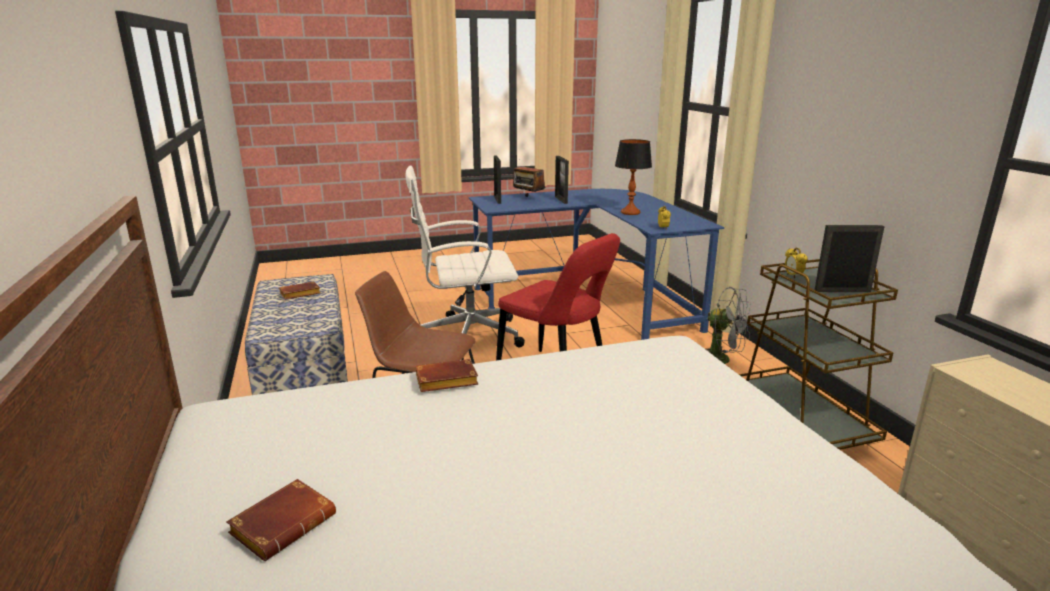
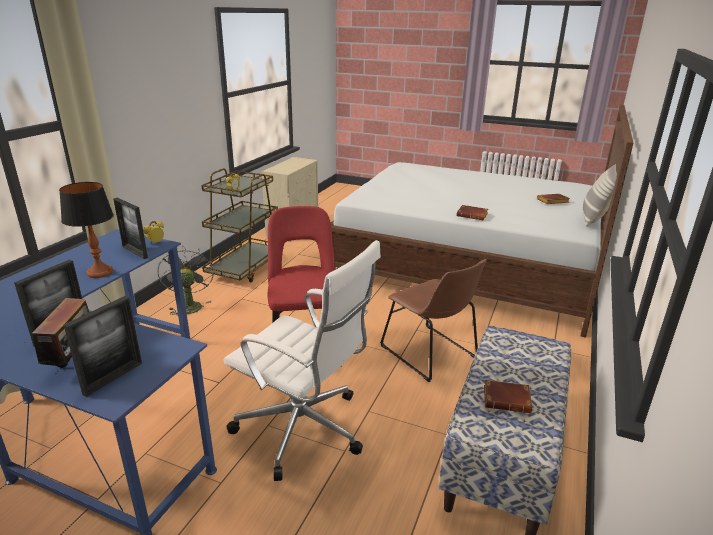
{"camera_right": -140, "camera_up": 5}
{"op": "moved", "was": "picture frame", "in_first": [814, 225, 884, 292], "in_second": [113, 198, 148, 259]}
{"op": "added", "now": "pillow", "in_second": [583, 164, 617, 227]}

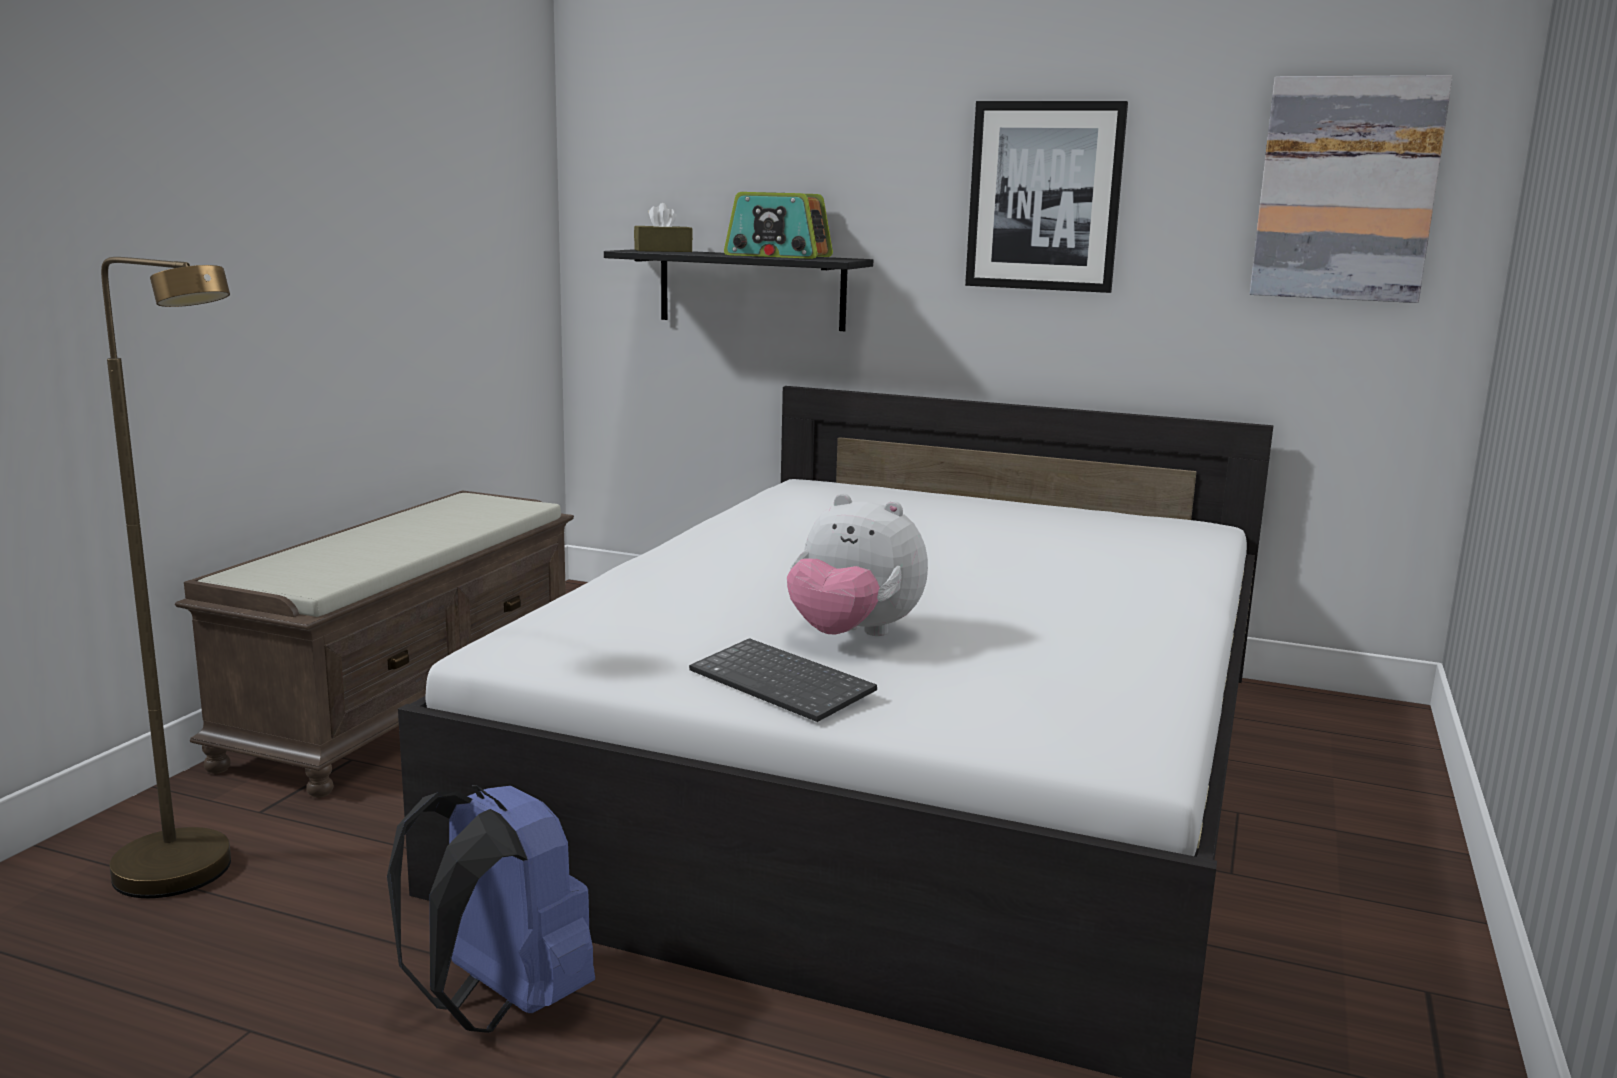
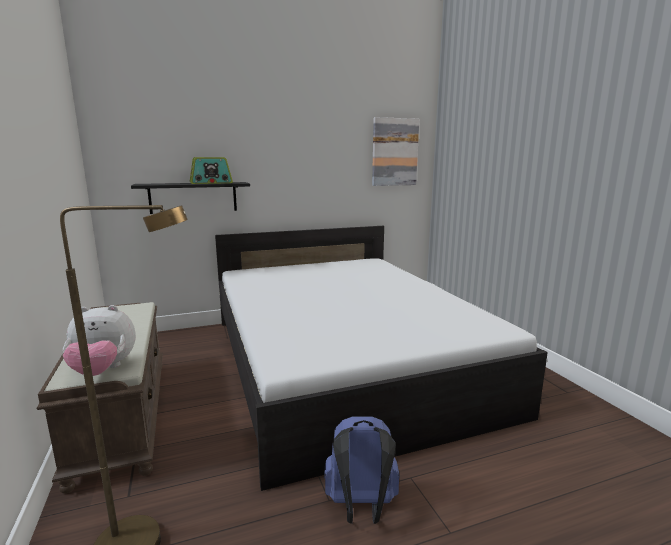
{"camera_right": -40, "camera_up": 0}
{"op": "moved", "was": "plush toy", "in_first": [787, 493, 928, 636], "in_second": [63, 305, 136, 376]}
{"op": "removed", "was": "brown tissue box", "in_first": [634, 203, 693, 252]}
{"op": "removed", "was": "keyboard", "in_first": [689, 638, 877, 722]}
{"op": "removed", "was": "picture", "in_first": [965, 101, 1128, 293]}

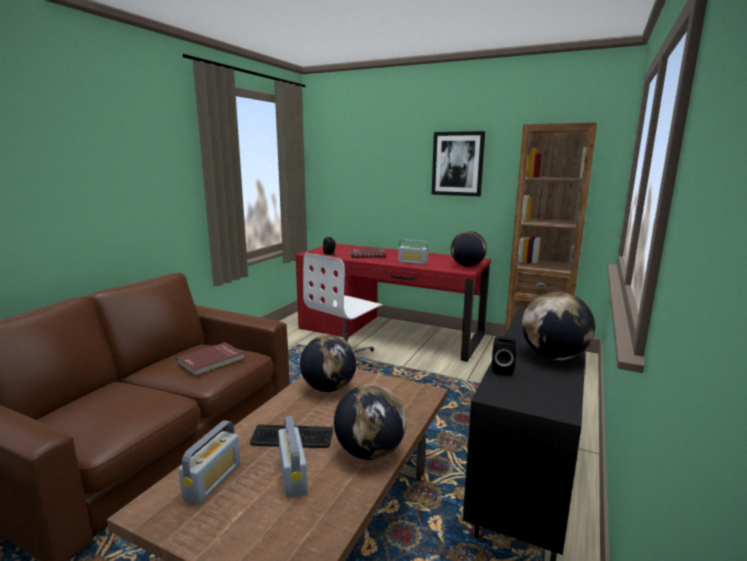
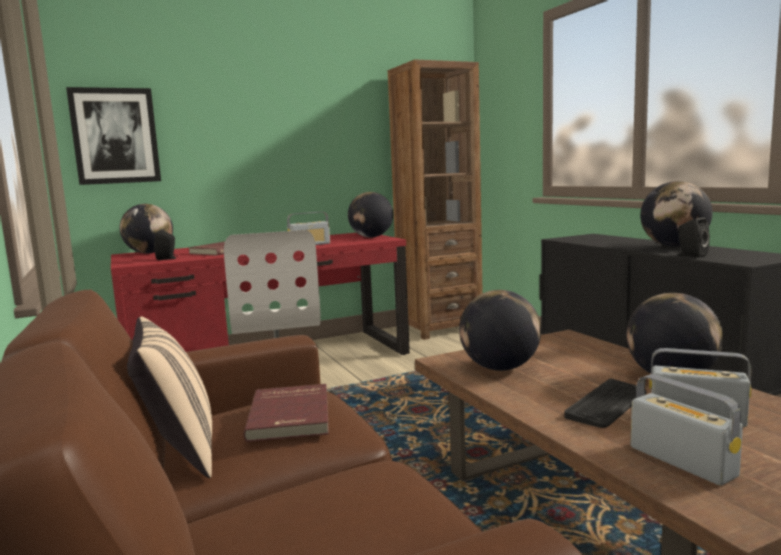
{"camera_right": -50, "camera_up": -5}
{"op": "moved", "was": "picture", "in_first": [432, 131, 485, 197], "in_second": [66, 87, 161, 185]}
{"op": "added", "now": "globe", "in_second": [119, 204, 173, 253]}
{"op": "added", "now": "beige pillow", "in_second": [127, 317, 212, 478]}

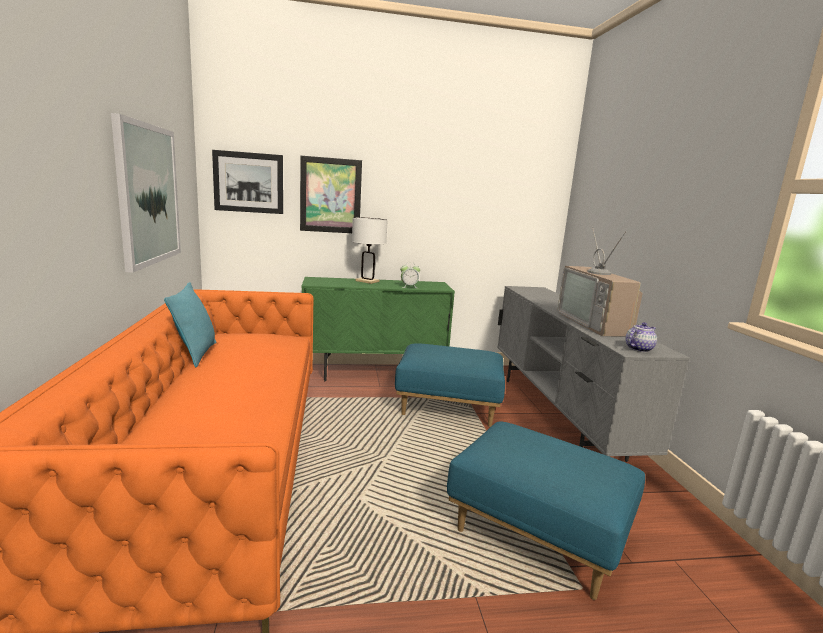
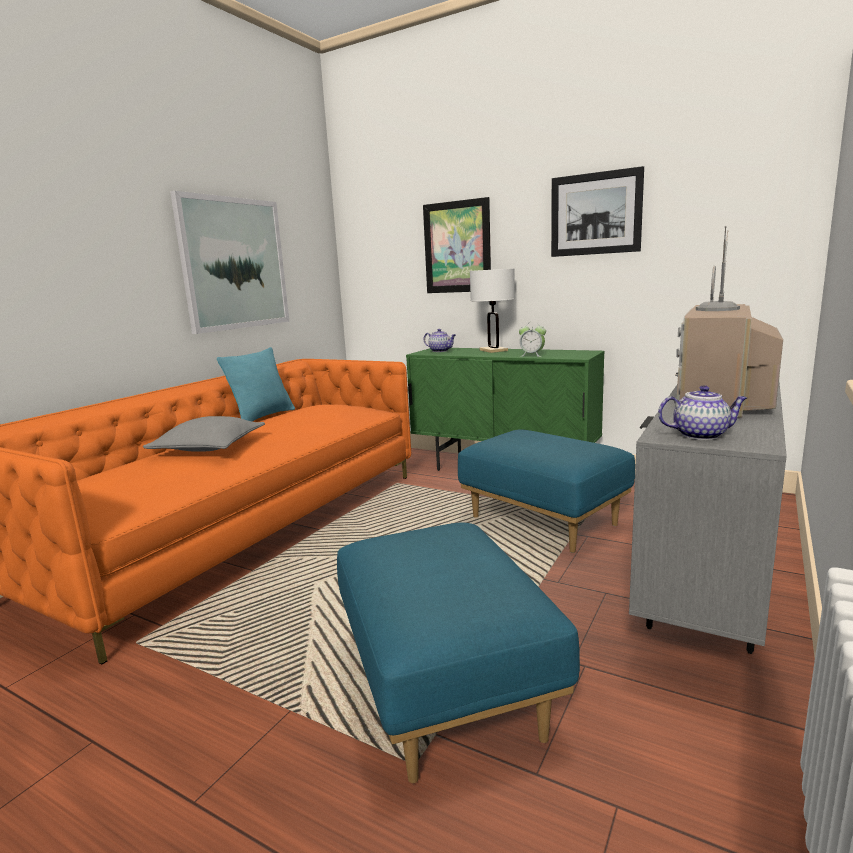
{"camera_right": 40, "camera_up": 0}
{"op": "added", "now": "grey pillow", "in_second": [143, 416, 265, 452]}
{"op": "added", "now": "teapot", "in_second": [423, 329, 456, 352]}
{"op": "moved", "was": "picture", "in_first": [212, 150, 283, 214], "in_second": [551, 166, 644, 257]}

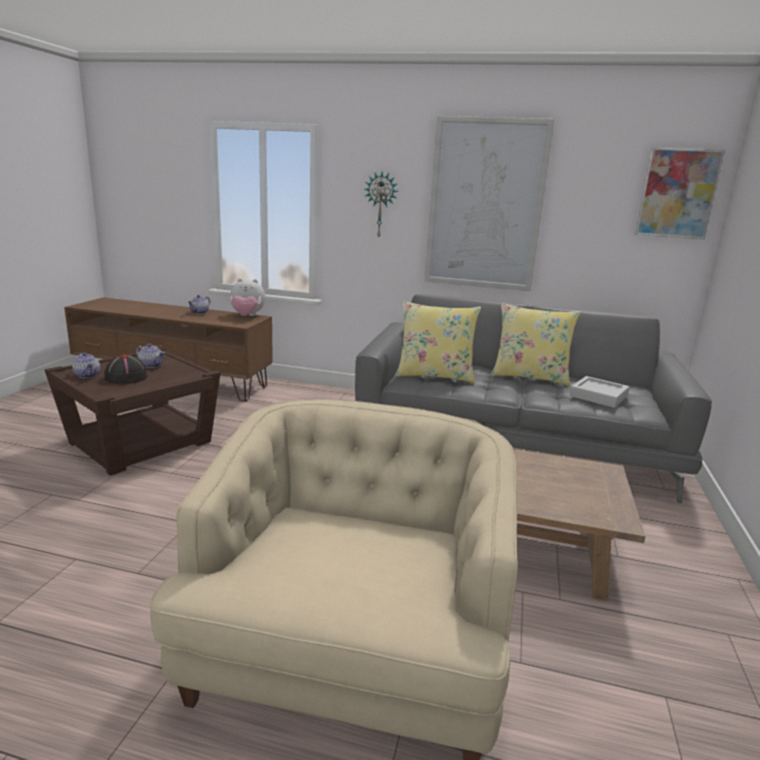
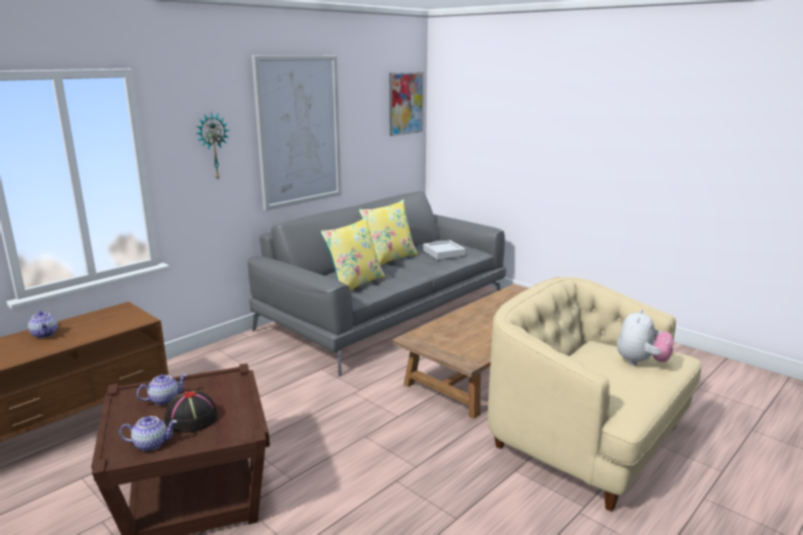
{"camera_right": -60, "camera_up": 0}
{"op": "moved", "was": "plush toy", "in_first": [230, 279, 265, 316], "in_second": [617, 309, 674, 365]}

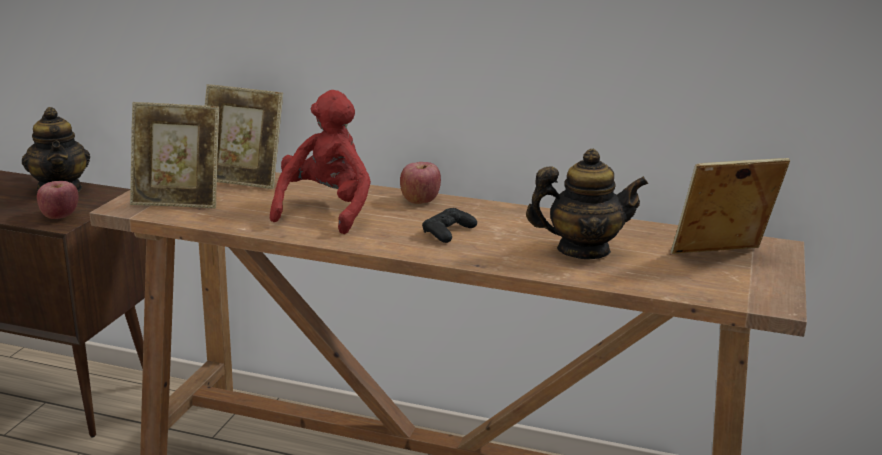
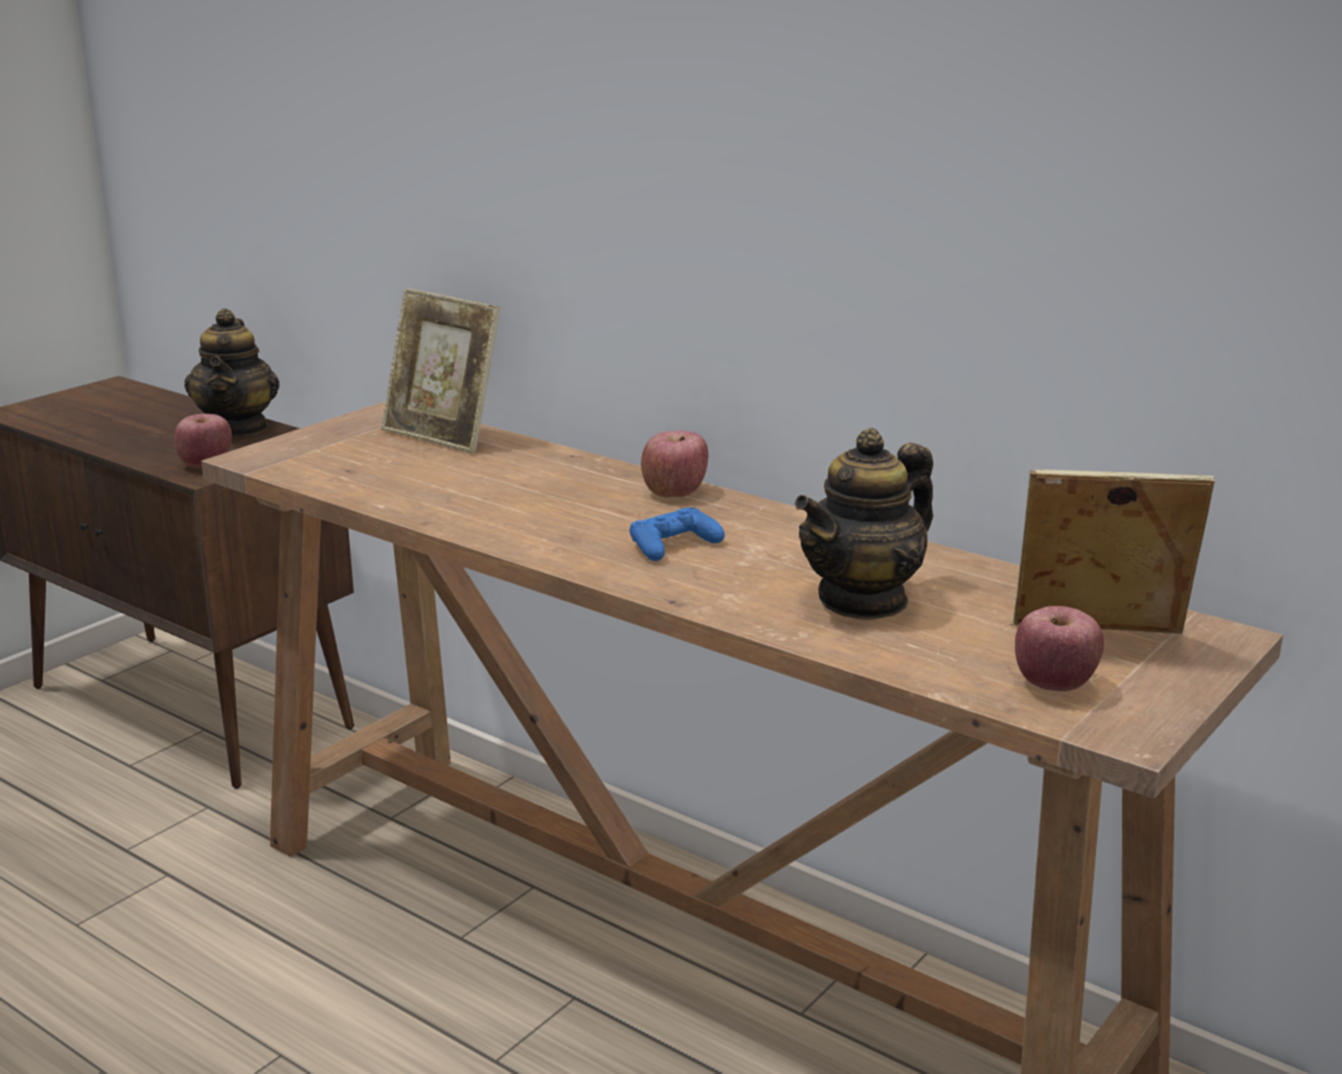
{"camera_right": 20, "camera_up": 0}
{"op": "recoloured", "was": "black game controller", "now": "blue game controller", "in_first": [422, 208, 477, 243], "in_second": [629, 507, 725, 561]}
{"op": "turned", "was": "teapot", "in_first": [526, 149, 648, 259], "in_second": [794, 428, 933, 620], "clockwise": 120}
{"op": "added", "now": "apple", "in_second": [1015, 606, 1104, 691]}
{"op": "removed", "was": "picture frame", "in_first": [130, 102, 219, 209]}
{"op": "removed", "was": "red plush toy", "in_first": [270, 90, 371, 234]}

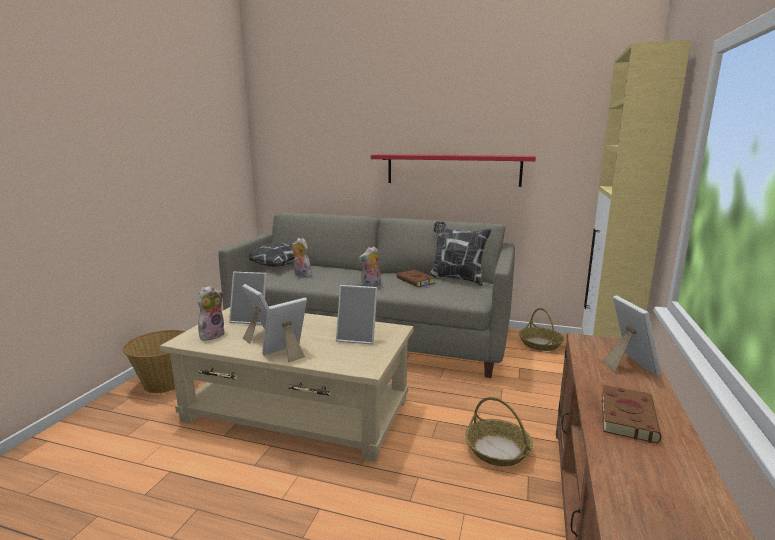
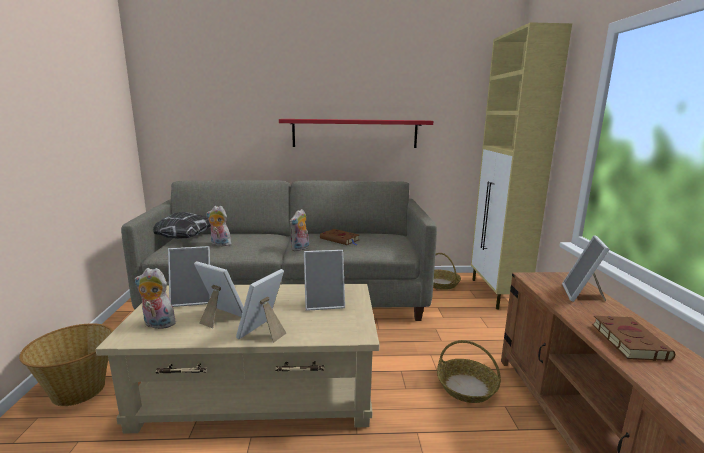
{"camera_right": -20, "camera_up": 0}
{"op": "turned", "was": "plush toy", "in_first": [198, 285, 225, 341], "in_second": [135, 268, 176, 329], "clockwise": -90}
{"op": "turned", "was": "picture frame", "in_first": [602, 295, 661, 377], "in_second": [562, 235, 610, 302], "clockwise": -135}
{"op": "removed", "was": "pillow", "in_first": [430, 221, 491, 286]}

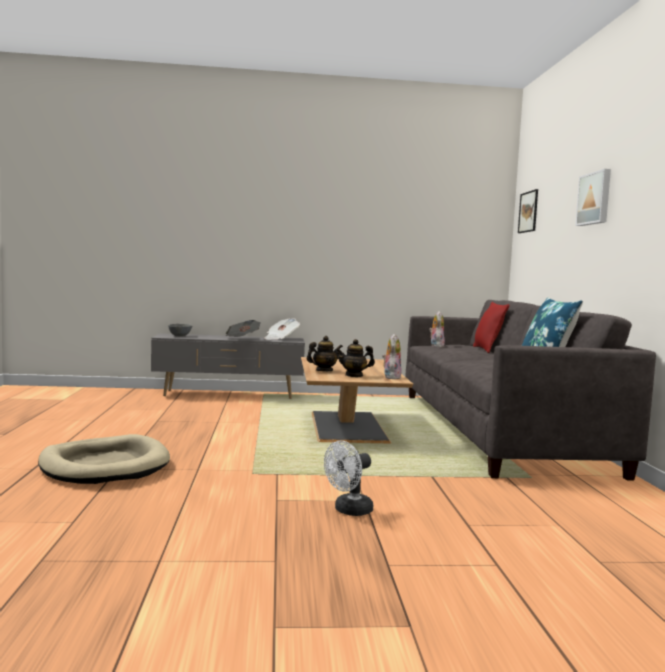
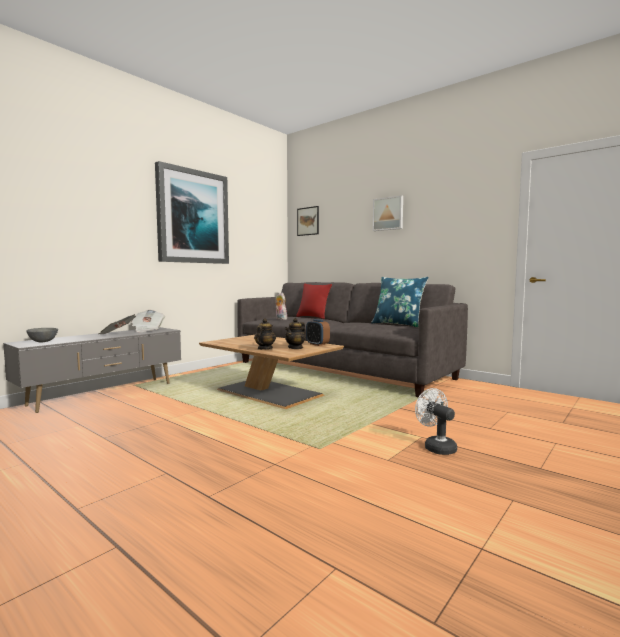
{"camera_right": -45, "camera_up": 0}
{"op": "added", "now": "picture", "in_second": [155, 161, 229, 264]}
{"op": "replaced", "was": "plush toy", "now": "alarm clock", "in_first": [382, 334, 401, 379], "in_second": [306, 319, 330, 346]}
{"op": "turned", "was": "white fan", "in_first": [324, 440, 373, 516], "in_second": [415, 388, 457, 455], "clockwise": 150}
{"op": "removed", "was": "beige dog bed", "in_first": [38, 434, 170, 484]}

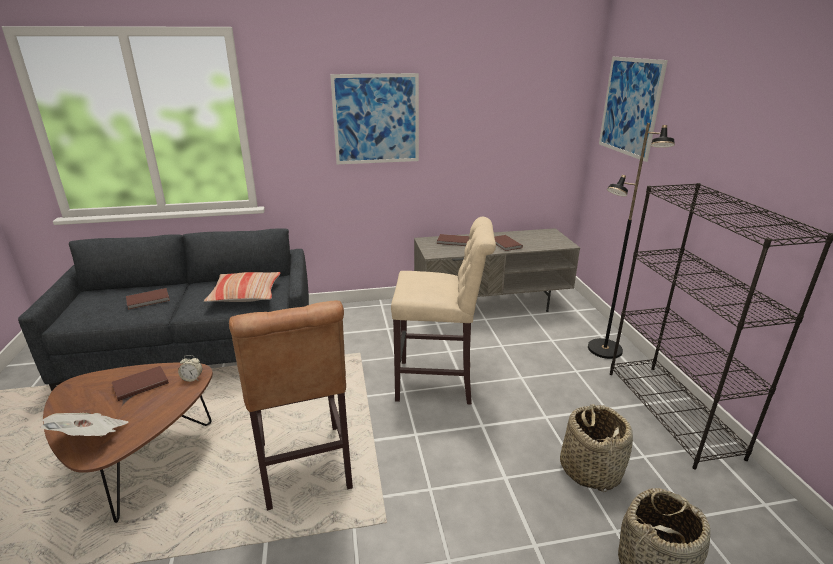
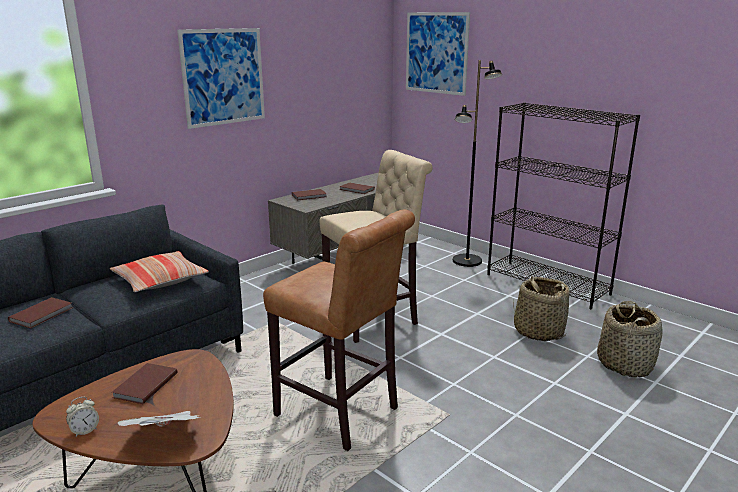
{"camera_right": -35, "camera_up": -5}
{"op": "moved", "was": "alarm clock", "in_first": [178, 355, 202, 382], "in_second": [66, 397, 99, 437]}

